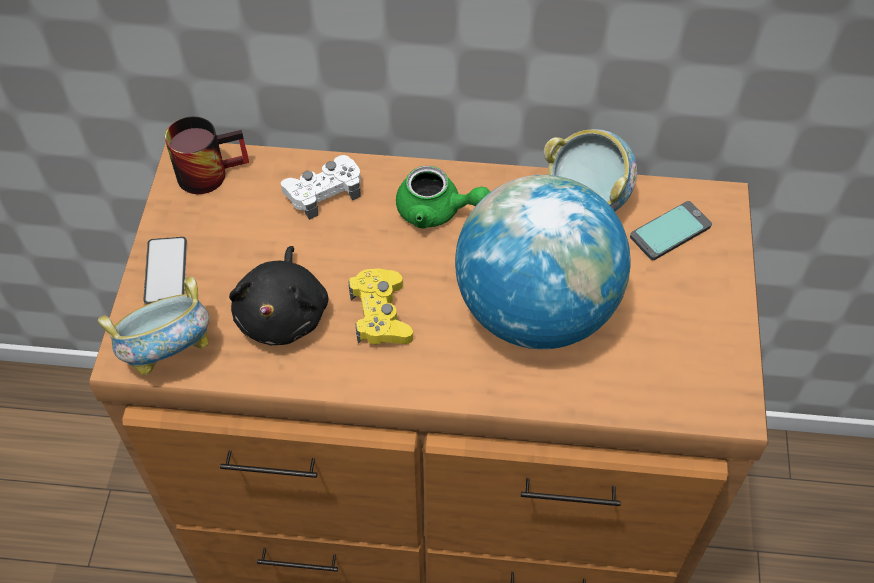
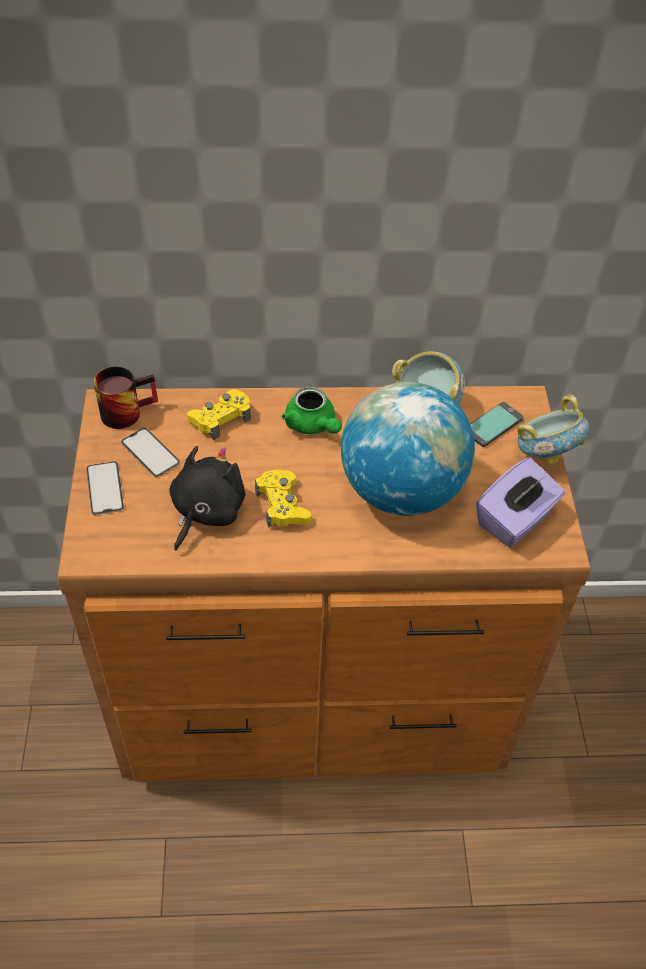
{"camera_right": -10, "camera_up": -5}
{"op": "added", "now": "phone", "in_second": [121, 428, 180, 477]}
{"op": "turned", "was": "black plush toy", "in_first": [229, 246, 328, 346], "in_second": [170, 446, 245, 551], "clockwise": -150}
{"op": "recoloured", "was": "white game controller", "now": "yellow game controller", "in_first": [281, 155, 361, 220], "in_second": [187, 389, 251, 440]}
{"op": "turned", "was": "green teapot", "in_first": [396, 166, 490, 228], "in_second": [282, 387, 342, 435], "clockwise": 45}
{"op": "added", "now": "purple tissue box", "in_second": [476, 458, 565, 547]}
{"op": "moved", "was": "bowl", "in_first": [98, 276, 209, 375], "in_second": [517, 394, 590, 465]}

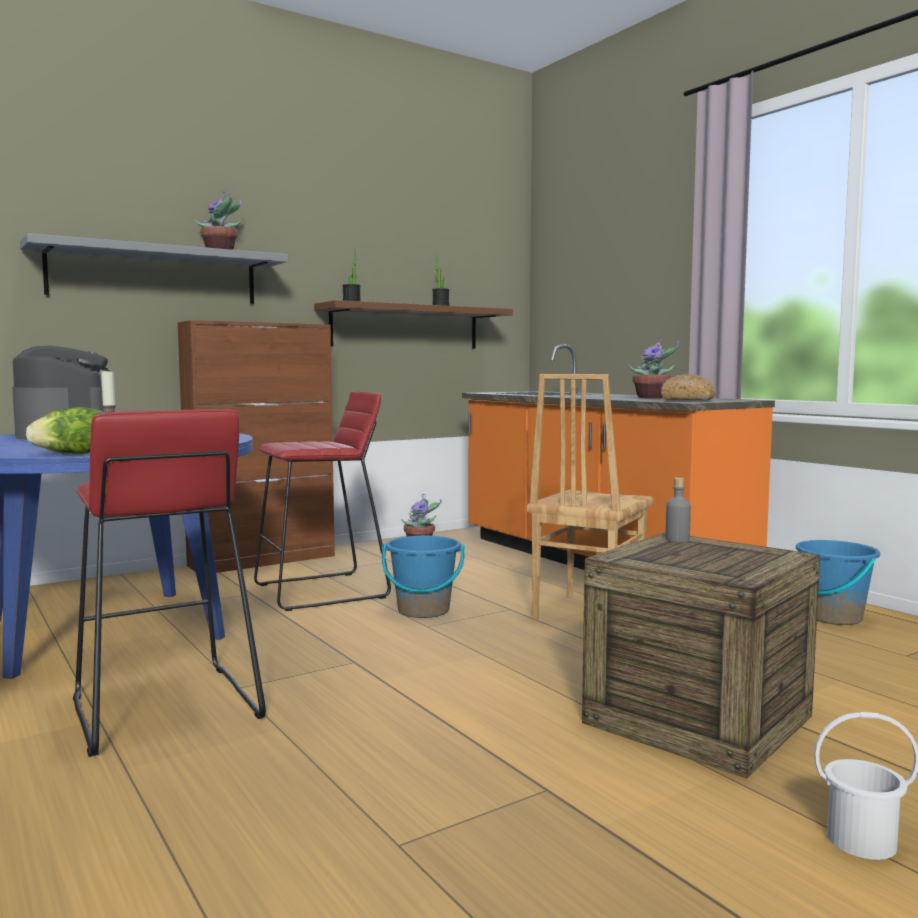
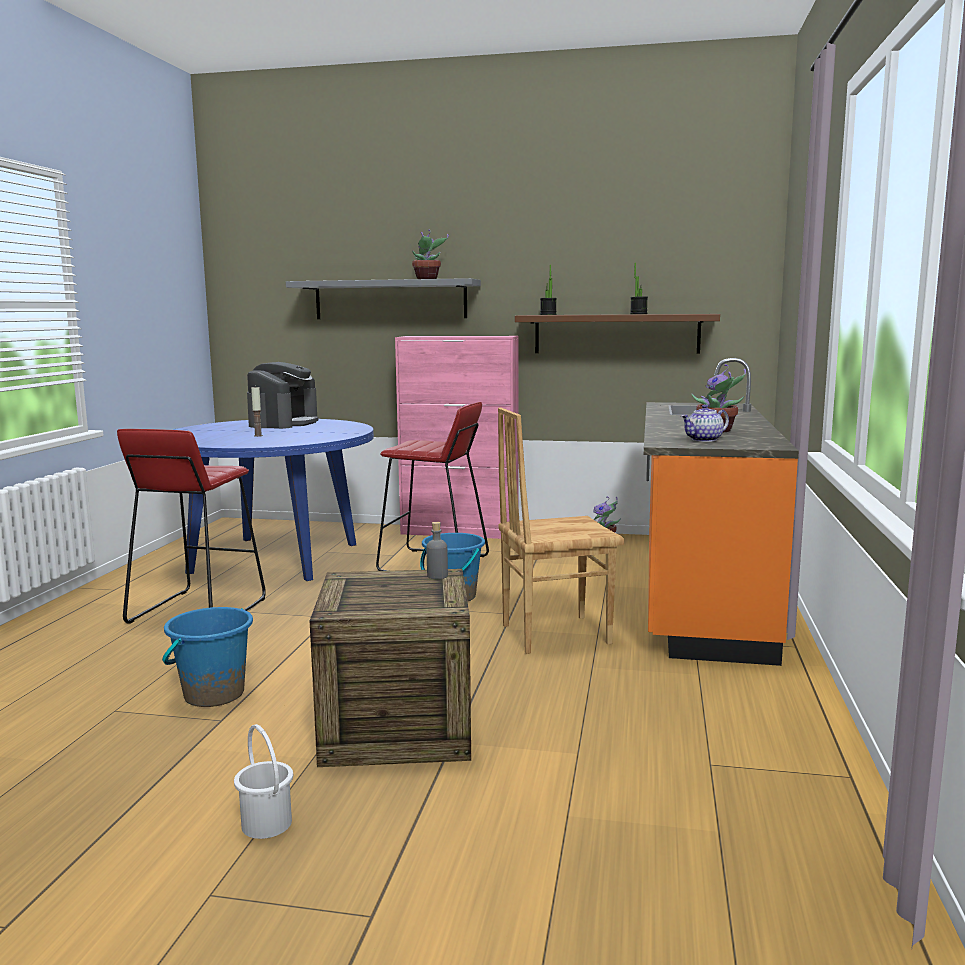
{"camera_right": 45, "camera_up": 5}
{"op": "moved", "was": "blue bucket", "in_first": [796, 540, 880, 625], "in_second": [162, 607, 253, 707]}
{"op": "recoloured", "was": "brown cabinet", "now": "pink cabinet", "in_first": [177, 320, 335, 573], "in_second": [395, 336, 519, 539]}
{"op": "replaced", "was": "bread", "now": "teapot", "in_first": [661, 374, 716, 401], "in_second": [681, 404, 729, 442]}
{"op": "removed", "was": "lettuce", "in_first": [26, 407, 104, 454]}

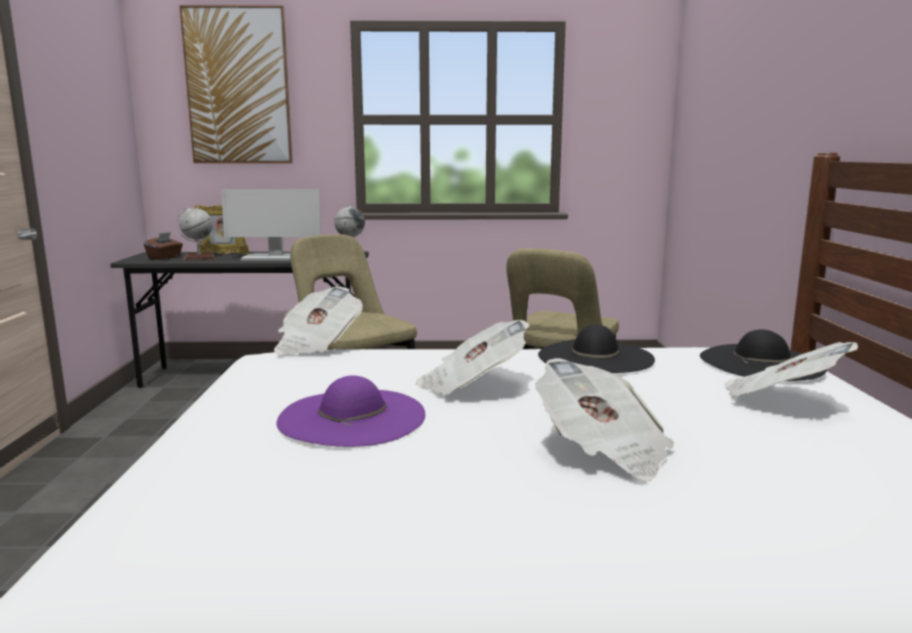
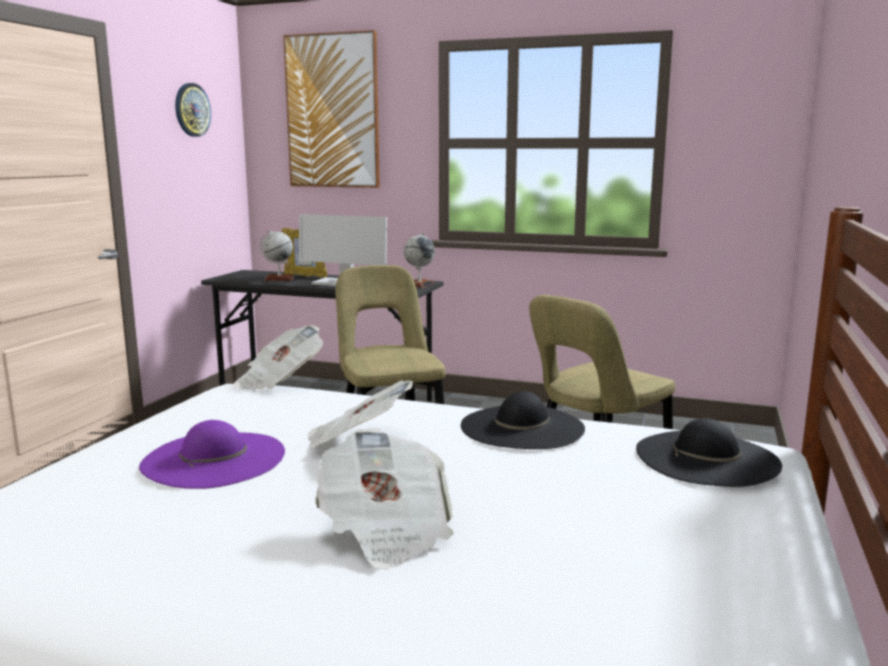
{"camera_right": 20, "camera_up": 0}
{"op": "added", "now": "wall clock", "in_second": [175, 83, 211, 137]}
{"op": "removed", "was": "brown tissue box", "in_first": [144, 232, 183, 260]}
{"op": "removed", "was": "newspaper", "in_first": [725, 342, 858, 398]}

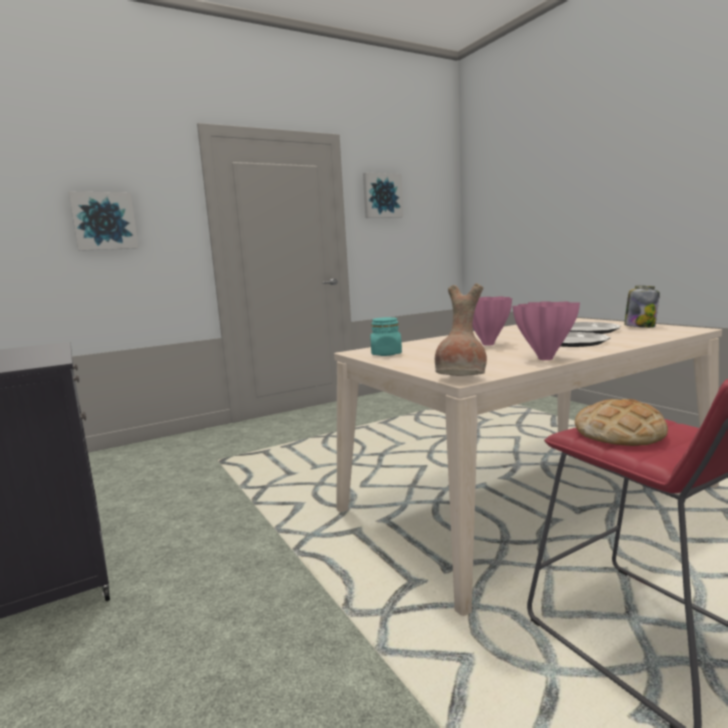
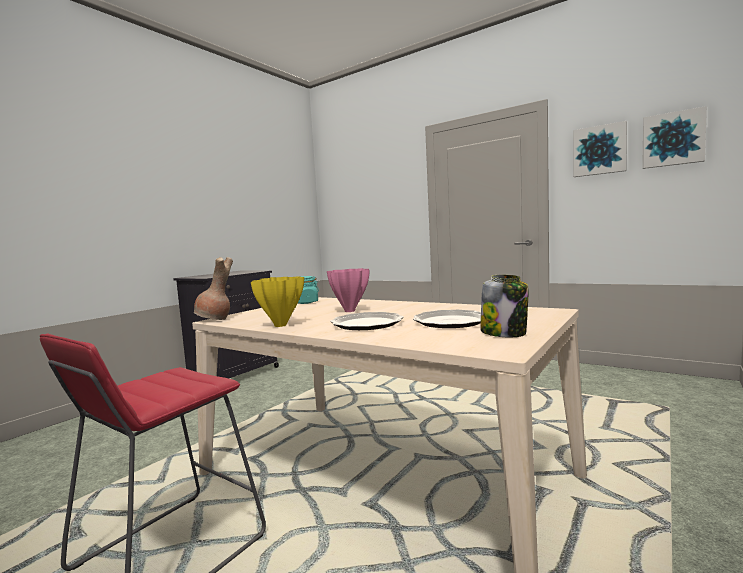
{"camera_right": 65, "camera_up": -5}
{"op": "recoloured", "was": "pink vase", "now": "yellow vase", "in_first": [513, 301, 580, 360], "in_second": [251, 276, 304, 327]}
{"op": "moved", "was": "picture", "in_first": [68, 192, 139, 251], "in_second": [642, 106, 707, 169]}
{"op": "removed", "was": "bread", "in_first": [575, 399, 668, 446]}

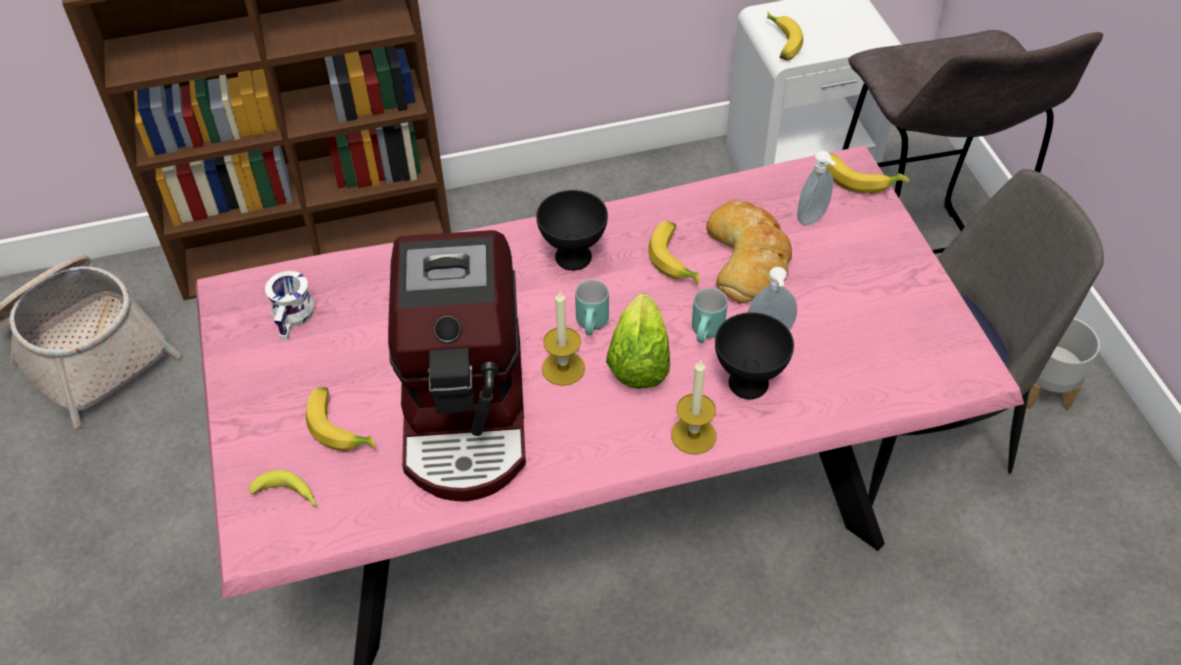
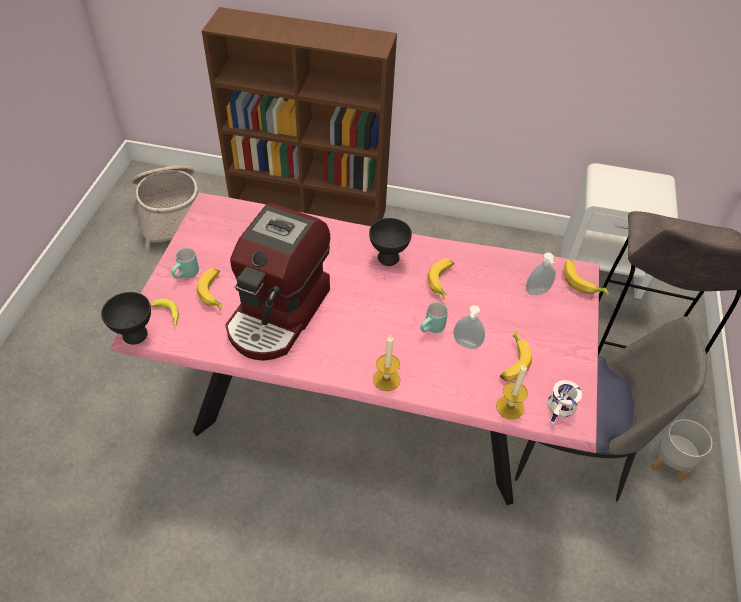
{"camera_right": 25, "camera_up": 0}
{"op": "moved", "was": "black bowl", "in_first": [715, 312, 794, 399], "in_second": [101, 292, 151, 345]}
{"op": "moved", "was": "turquoise mug", "in_first": [575, 279, 609, 335], "in_second": [171, 248, 199, 278]}
{"op": "moved", "was": "candle", "in_first": [542, 290, 585, 386], "in_second": [496, 363, 528, 419]}
{"op": "moved", "was": "banana", "in_first": [767, 11, 803, 61], "in_second": [500, 330, 532, 381]}
{"op": "moved", "was": "white mug", "in_first": [265, 271, 314, 340], "in_second": [548, 380, 582, 425]}
{"op": "removed", "was": "lettuce", "in_first": [606, 293, 670, 389]}
{"op": "removed", "was": "bread", "in_first": [706, 200, 792, 304]}

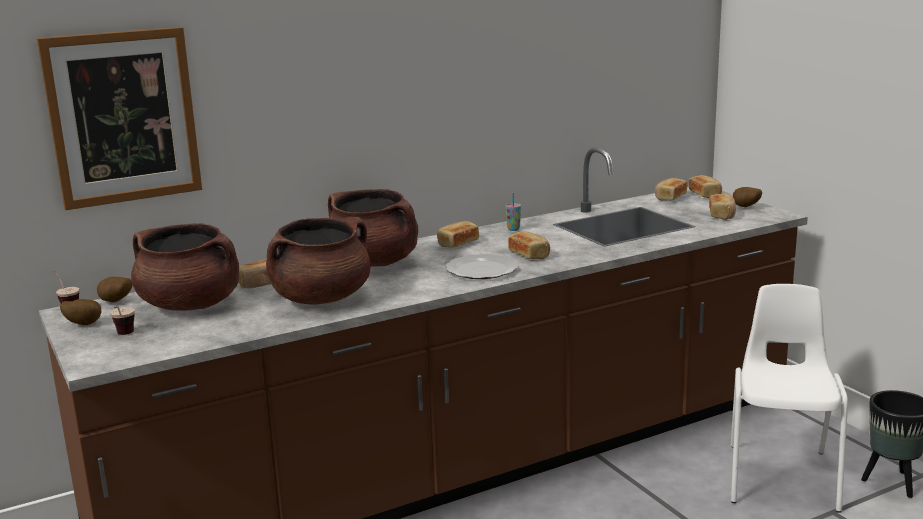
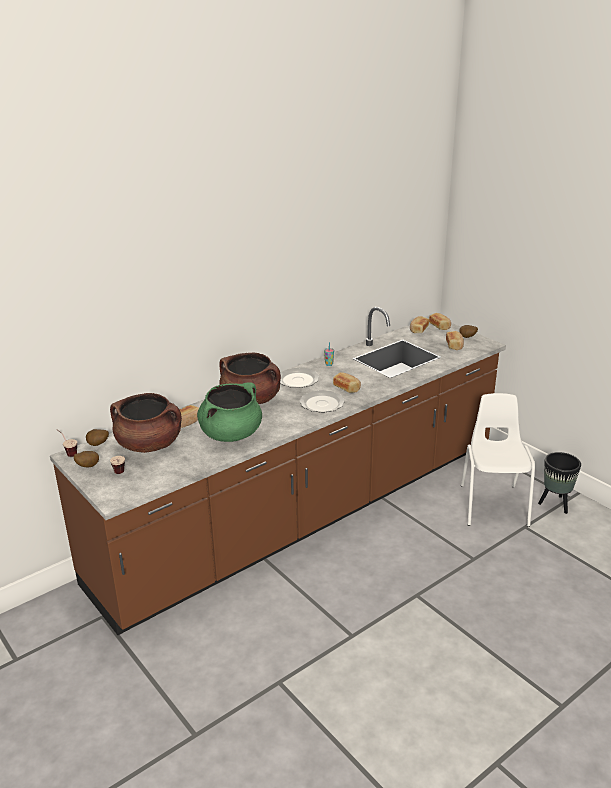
{"camera_right": -10, "camera_up": 10}
{"op": "recoloured", "was": "brown cooking pot", "now": "green cooking pot", "in_first": [266, 217, 371, 305], "in_second": [197, 382, 262, 442]}
{"op": "replaced", "was": "bread", "now": "plate", "in_first": [437, 221, 479, 248], "in_second": [280, 368, 319, 388]}
{"op": "removed", "was": "picture", "in_first": [37, 27, 202, 210]}

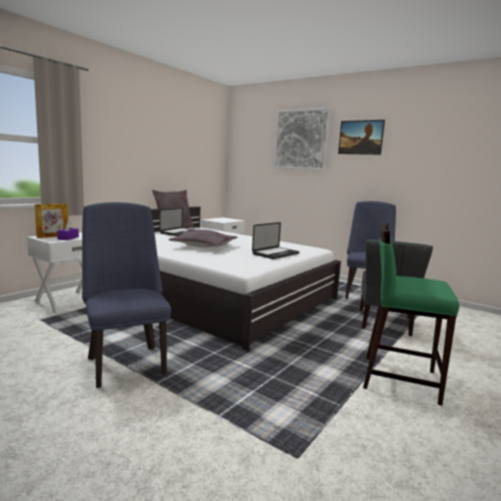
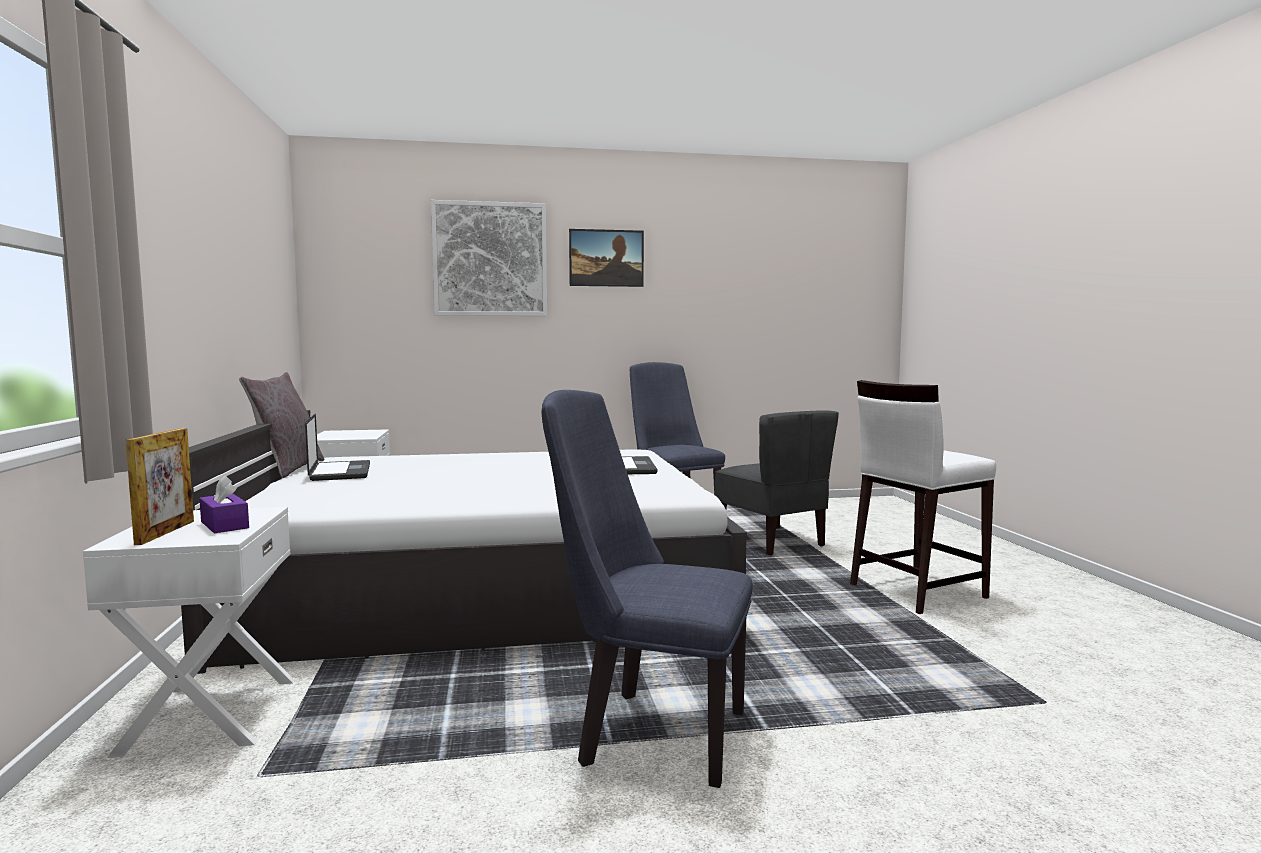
{"camera_right": -45, "camera_up": -5}
{"op": "recoloured", "was": "green stool", "now": "white stool", "in_first": [363, 223, 459, 406], "in_second": [850, 380, 996, 614]}
{"op": "removed", "was": "grey pillow", "in_first": [169, 230, 238, 247]}

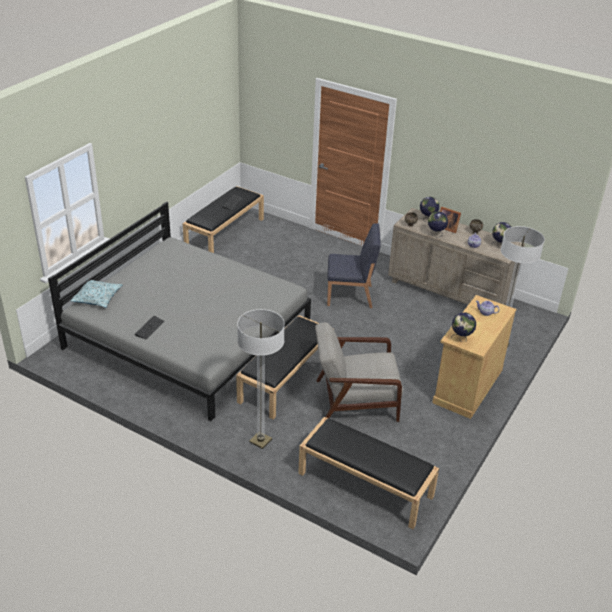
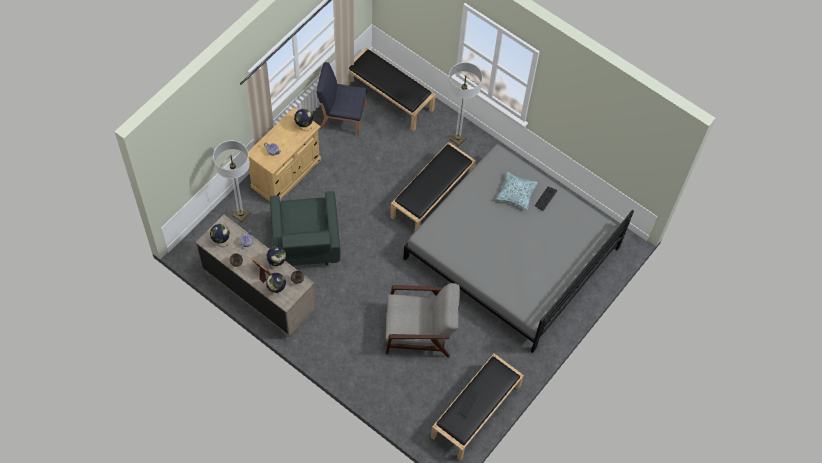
{"camera_right": -175, "camera_up": 25}
{"op": "added", "now": "green armchair", "in_second": [270, 191, 341, 266]}
{"op": "moved", "was": "blue chair", "in_first": [327, 223, 380, 308], "in_second": [316, 62, 367, 136]}
{"op": "moved", "was": "grey armchair", "in_first": [315, 322, 403, 422], "in_second": [385, 283, 460, 358]}
{"op": "moved", "was": "pillow", "in_first": [70, 278, 122, 308], "in_second": [496, 172, 538, 210]}

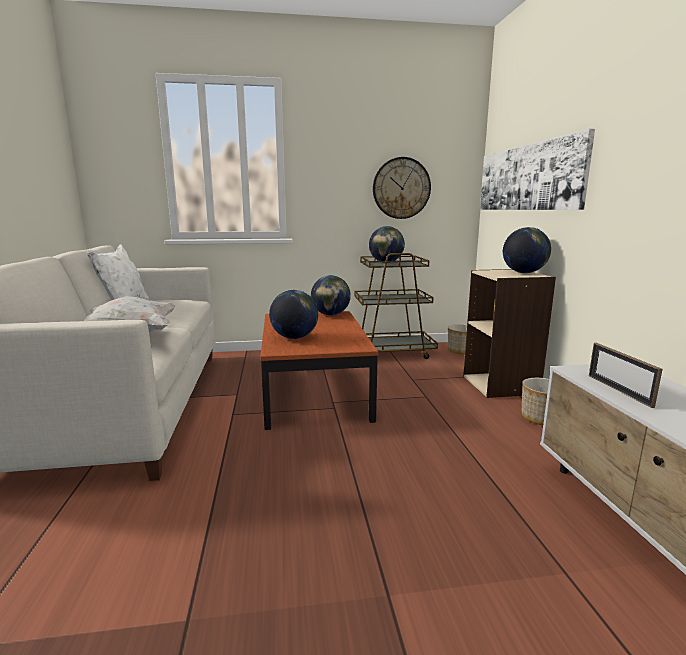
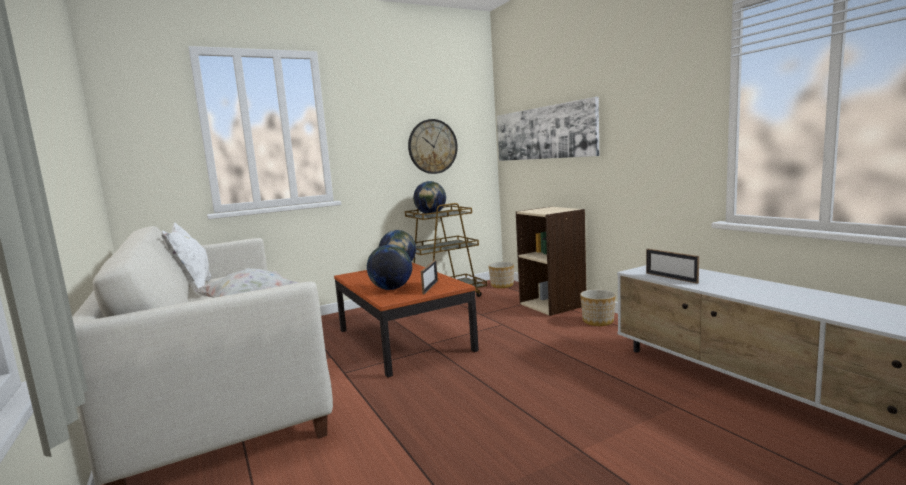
{"camera_right": -20, "camera_up": -5}
{"op": "added", "now": "picture frame", "in_second": [421, 260, 438, 295]}
{"op": "removed", "was": "globe", "in_first": [503, 227, 551, 273]}

